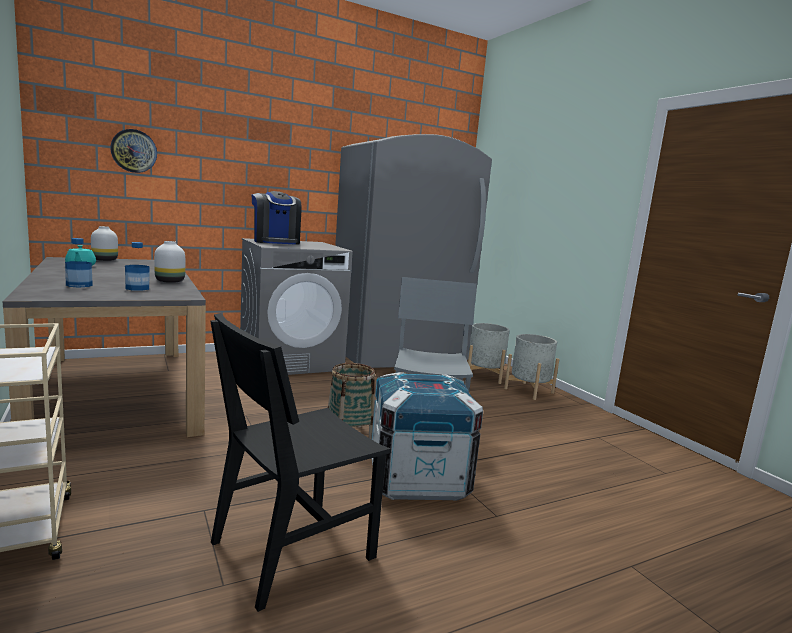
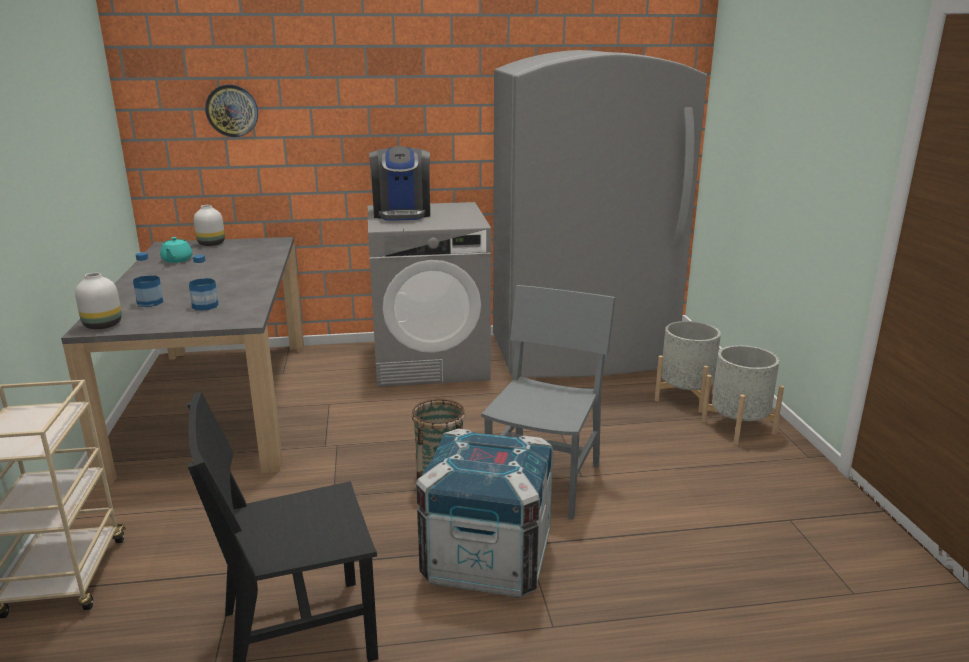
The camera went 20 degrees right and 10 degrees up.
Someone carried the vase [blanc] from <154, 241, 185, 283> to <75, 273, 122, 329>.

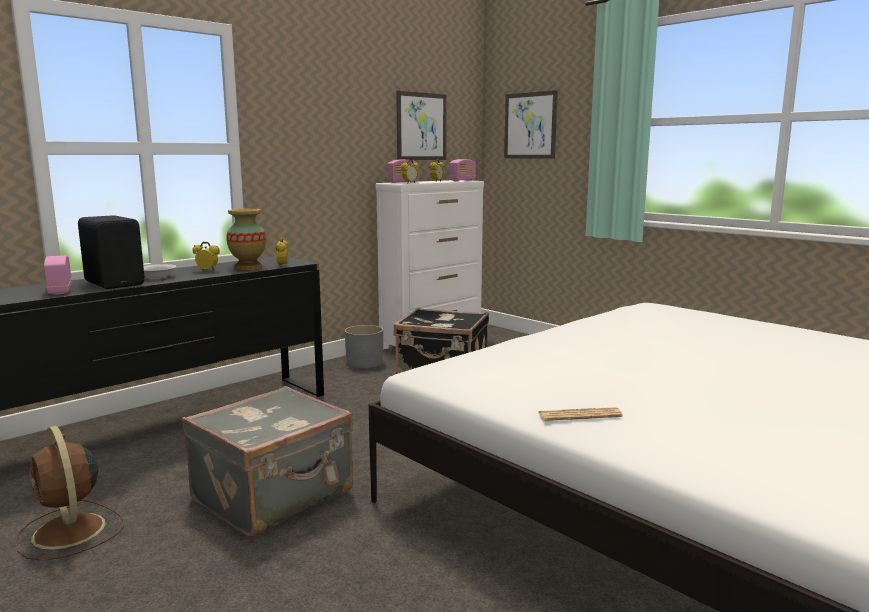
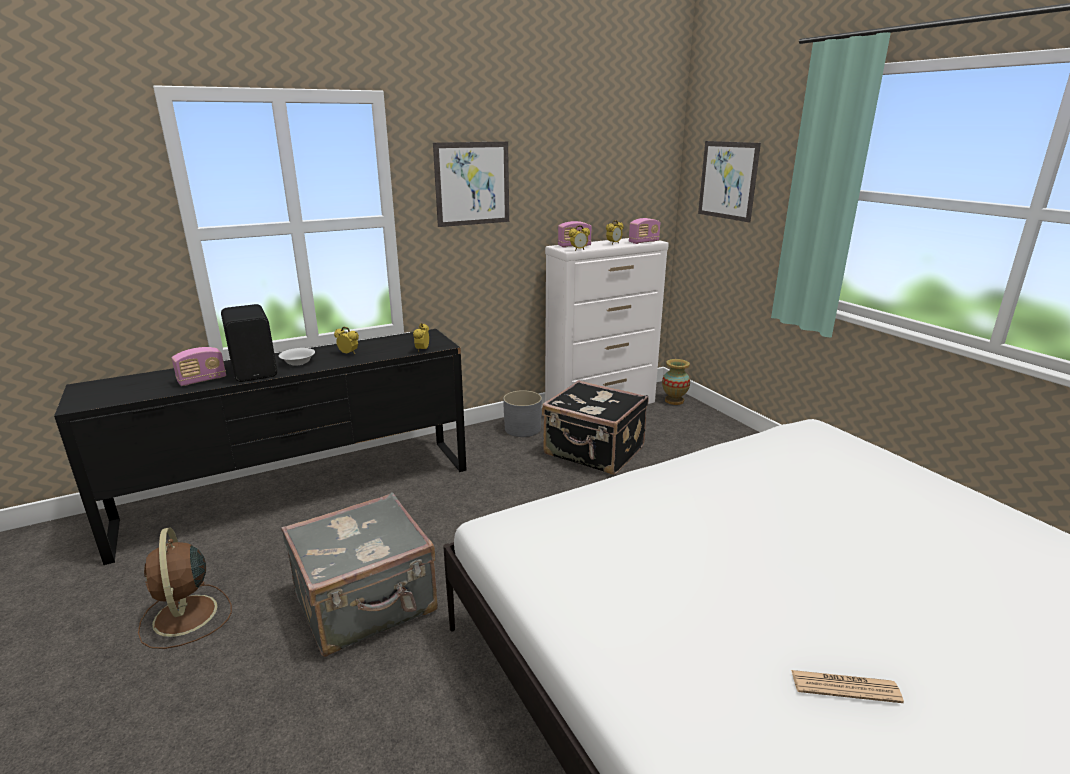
The camera went 15 degrees right and 10 degrees up.
Someone rotated the radio at <44, 255, 72, 295> by 120 degrees counterclockwise.
Someone carried the vase from <226, 209, 266, 270> to <662, 359, 690, 405>.
Someone carried the tableau from <396, 91, 446, 160> to <433, 142, 509, 227>.
Someone carried the journal from <538, 407, 623, 421> to <791, 670, 904, 703>.

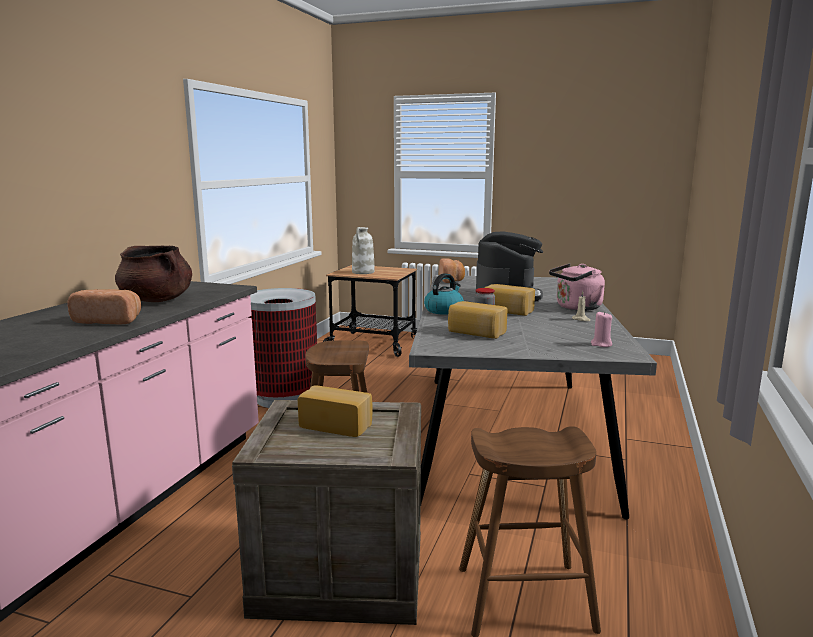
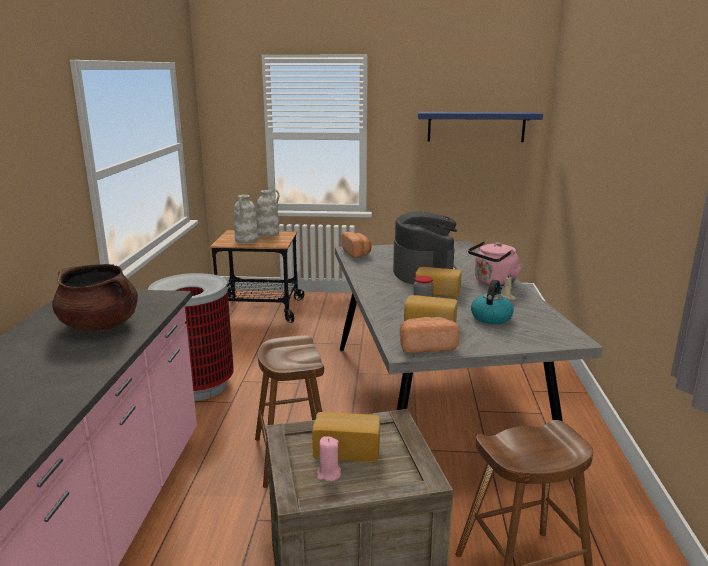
The camera went 15 degrees left and 5 degrees up.
Someone carried the pain from <67, 289, 141, 325> to <400, 317, 460, 353>.
Someone carried the bouilloire from <424, 273, 464, 315> to <471, 280, 514, 324>.
Someone carried the bougie [rose] from <591, 311, 612, 347> to <317, 436, 341, 481>.
Someone put down the vase [blanc] at <257, 189, 279, 237>.
Someone put up the étagère [bleu] at <418, 112, 543, 142>.

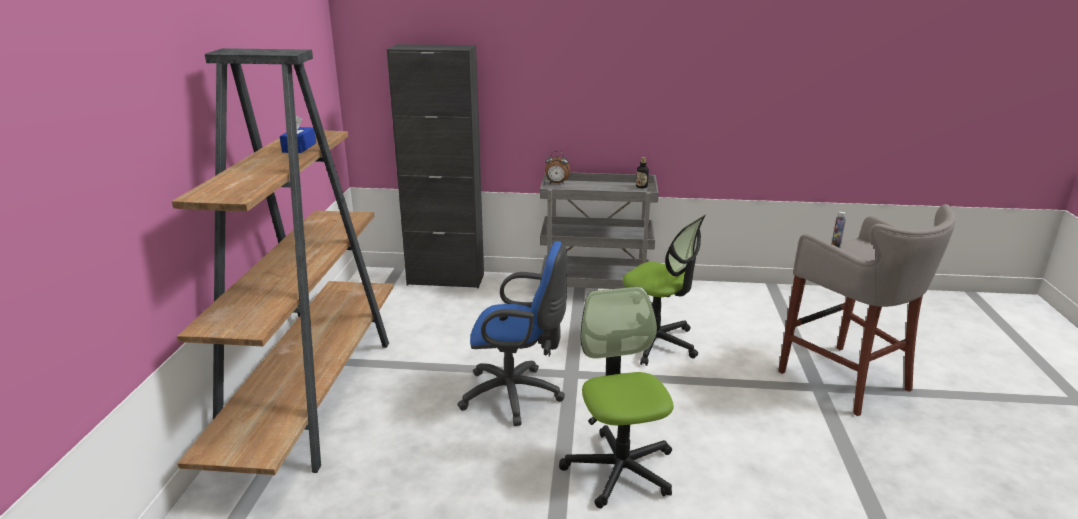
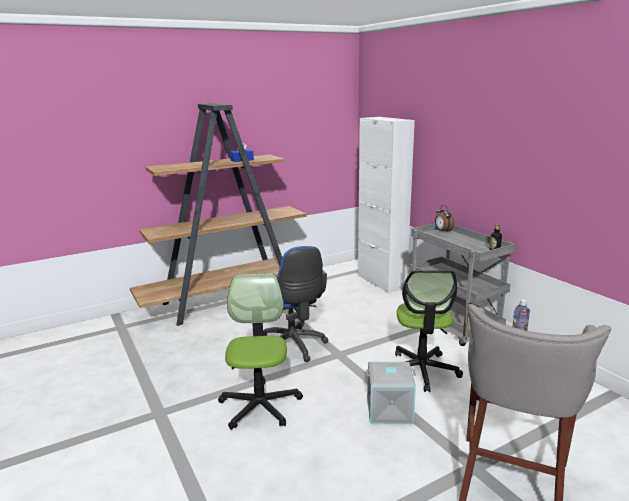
The camera went 55 degrees right and 5 degrees down.
Someone repainted the meuble de rangement [noir] at <387, 44, 484, 289>, which became the meuble de rangement [blanc] at <358, 117, 415, 293>.
Someone rotated the chaise de bureau at <559, 287, 674, 508> by 45 degrees counterclockwise.
Someone put down the boîte de rangement [gris] at <366, 362, 416, 424>.

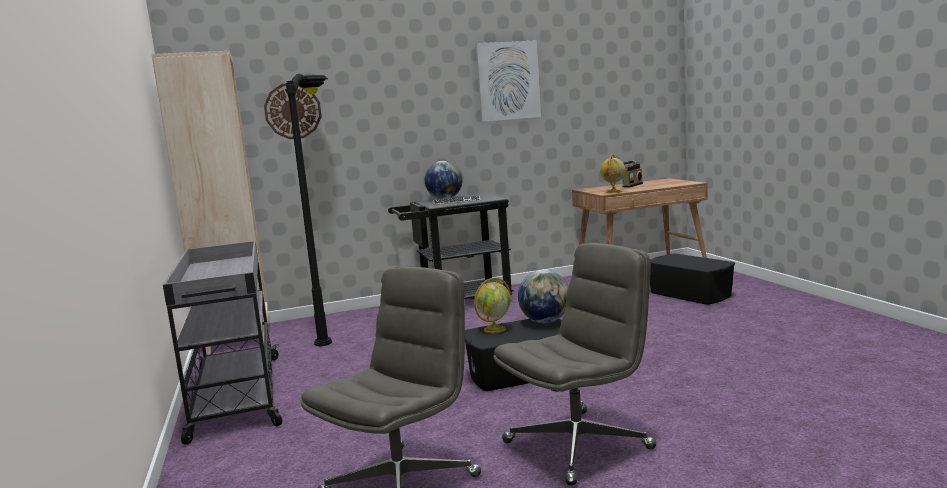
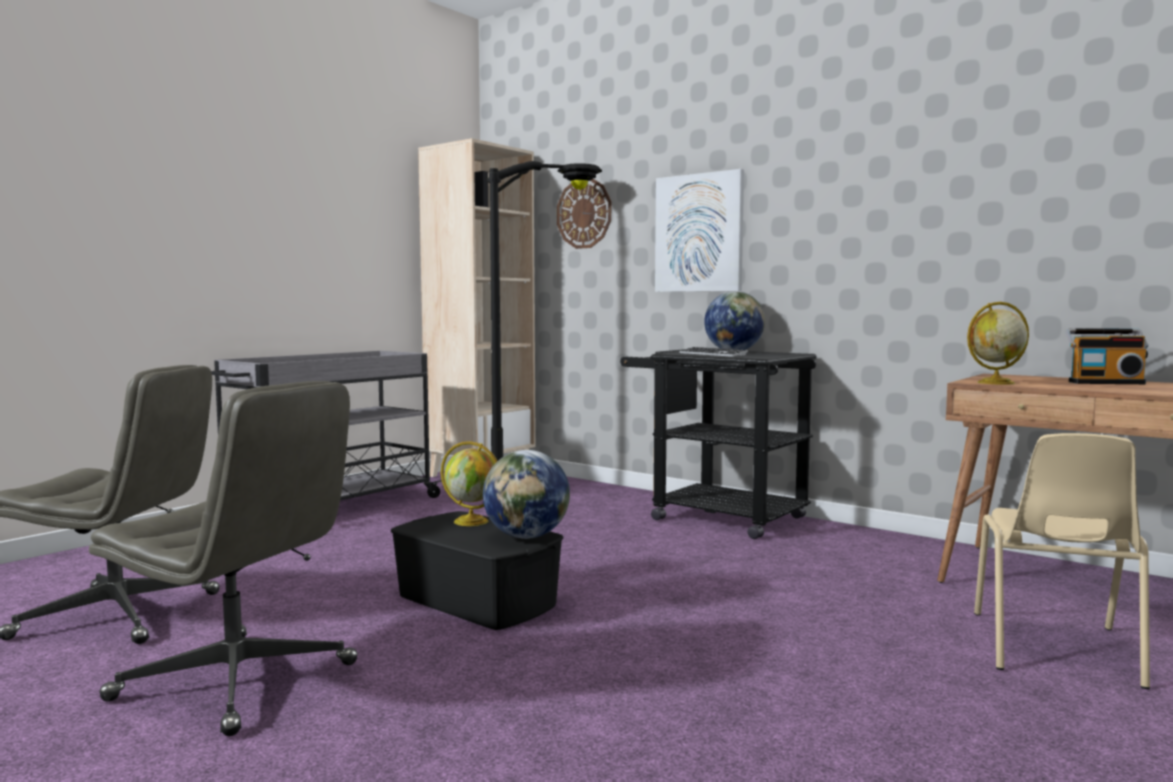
The camera went 55 degrees right and 5 degrees down.
Someone carried the tableau from <476, 40, 541, 122> to <655, 169, 744, 292>.
Someone swapped the boîte de rangement [noir] at <650, 254, 735, 305> for the chaise [beige] at <974, 433, 1150, 689>.

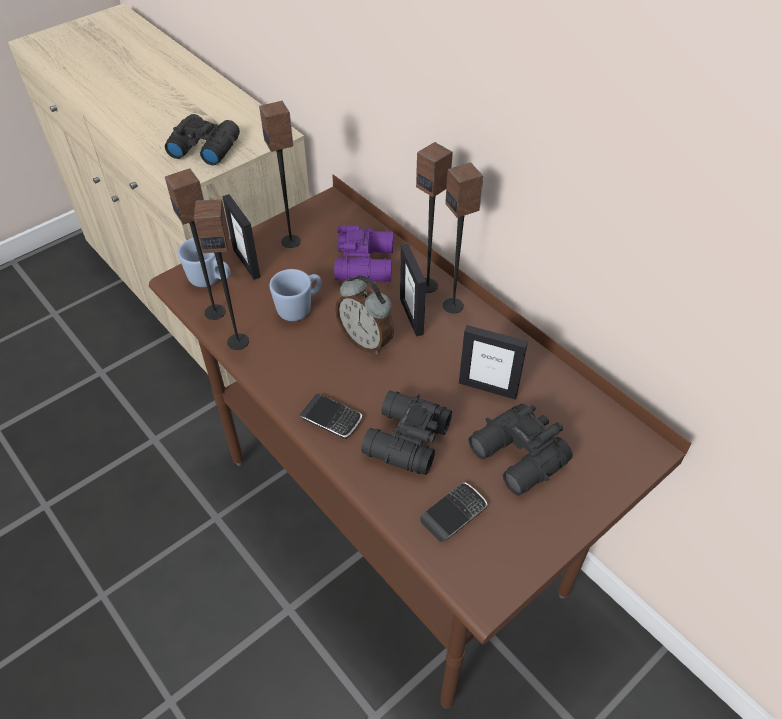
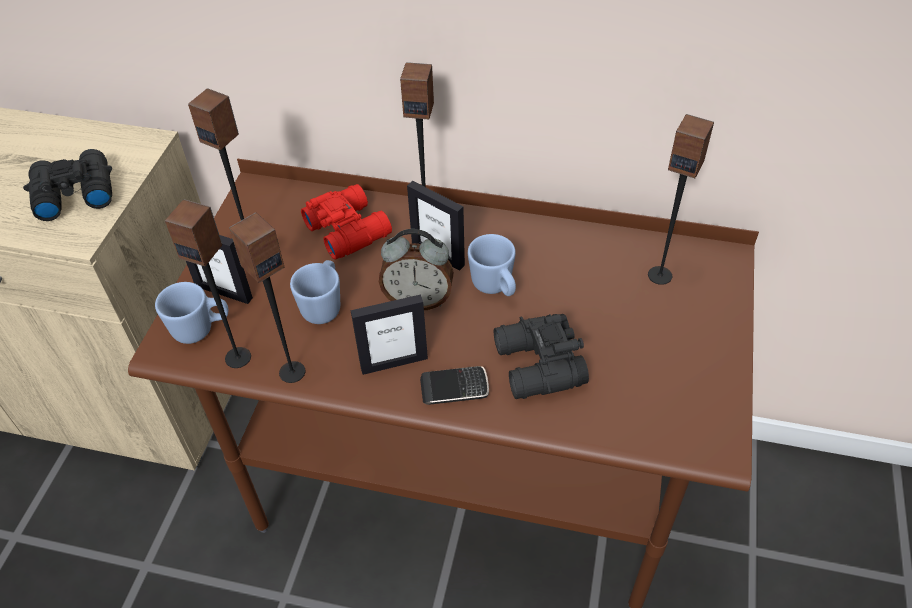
The camera went 35 degrees left and 0 degrees up.
Someone repainted the jumelles [violet] at <334, 225, 394, 283>, which became the jumelles [rouge] at <301, 184, 392, 260>.
Someone took away the téléphone at <420, 482, 488, 542>.
Someone carried the enceinte from <443, 163, 483, 313> to <648, 114, 714, 285>.
Someone carried the cadre photo from <459, 325, 528, 400> to <351, 295, 428, 375>.
Someone took away the jumelles [noir] at <468, 404, 573, 496>.
Someone put down the mug [bleu] at <468, 234, 516, 296>.

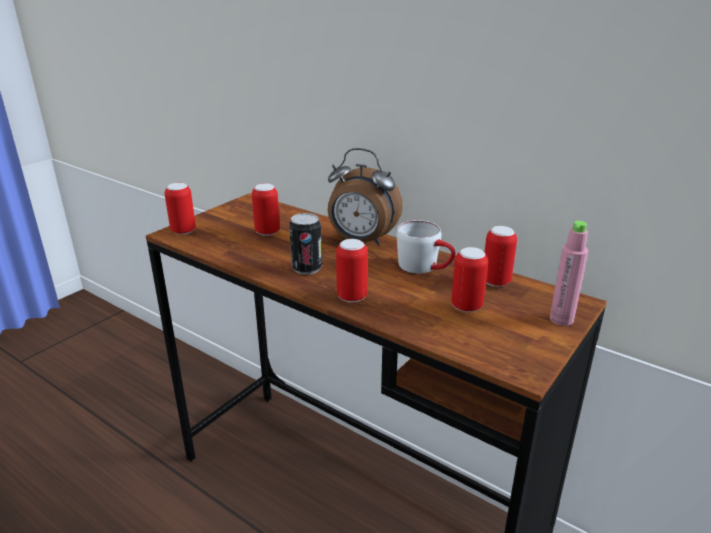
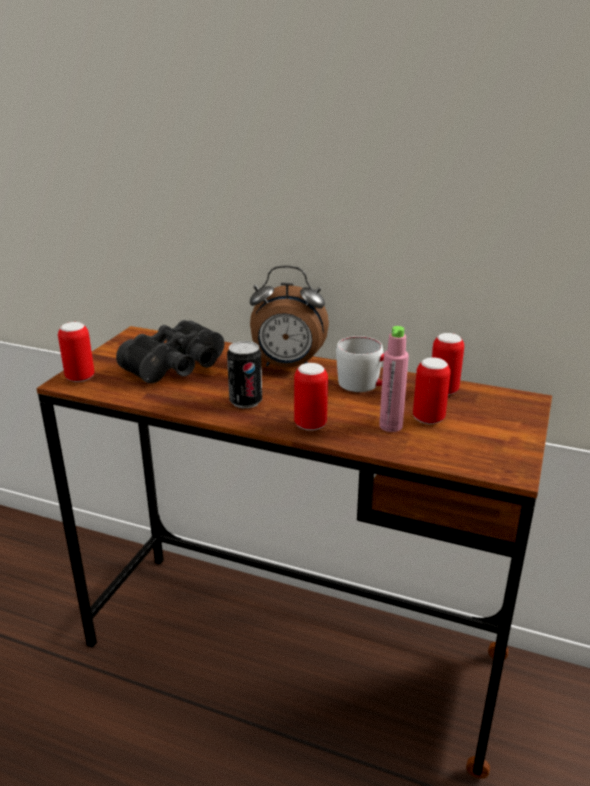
The camera went 15 degrees left and 0 degrees up.
Someone swapped the boîte métallique at <252, 183, 280, 236> for the jumelles [noir] at <116, 320, 224, 383>.
Someone carried the bouteille [rose] from <550, 221, 588, 326> to <379, 326, 409, 432>.

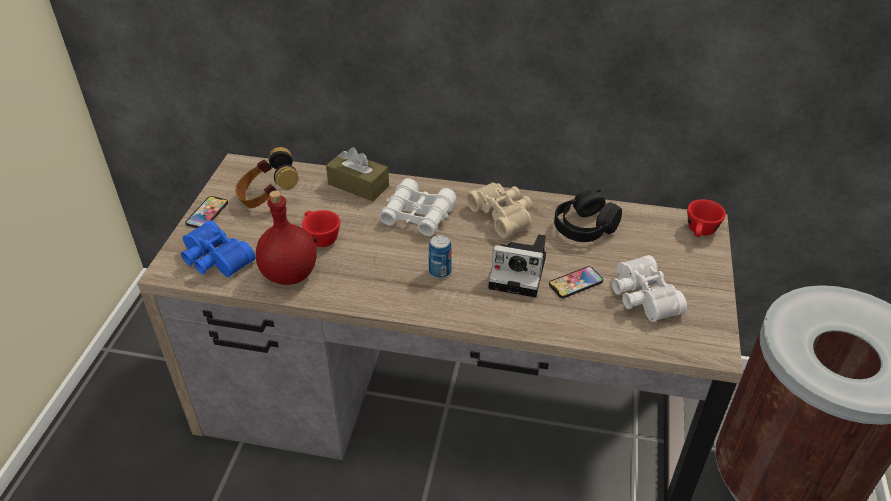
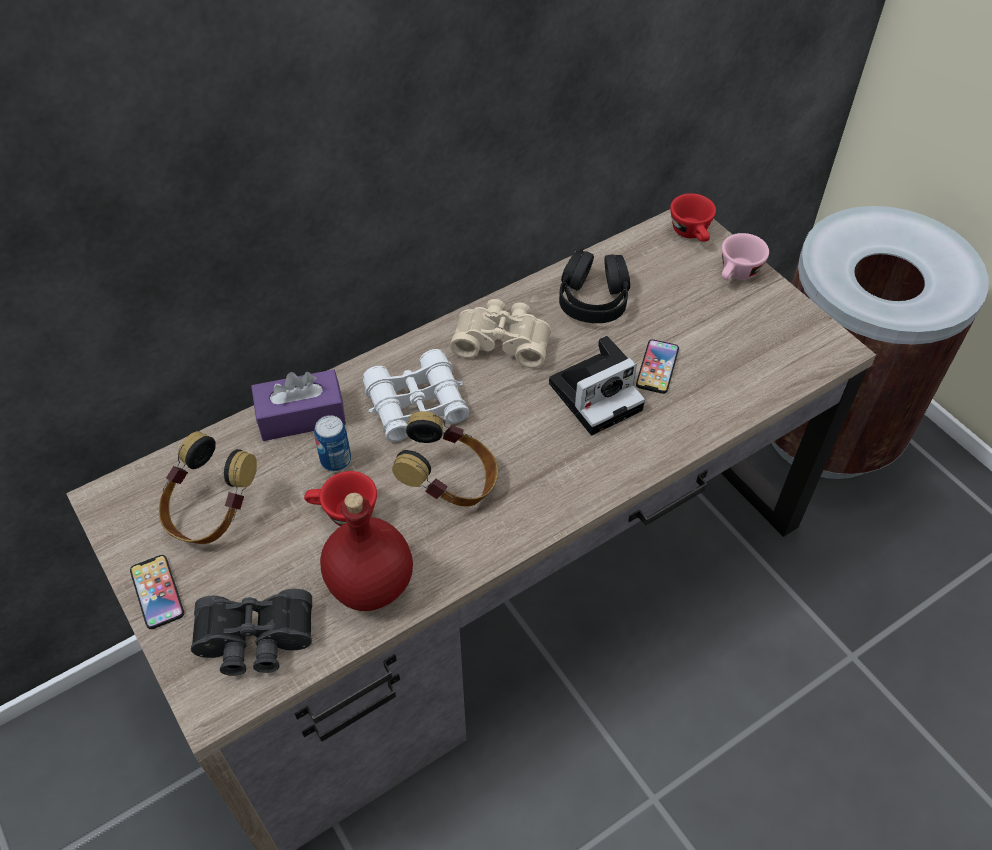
The camera went 45 degrees left and 10 degrees up.
Someone repainted the jumelles [bleu] at <181, 220, 255, 277>, which became the jumelles [noir] at <191, 589, 312, 676>.
Someone repainted the boîte à mouchoirs [marron] at <326, 147, 389, 201>, which became the boîte à mouchoirs [violet] at <251, 369, 346, 441>.
Someone carried the boîte métallique from <428, 235, 452, 278> to <314, 415, 351, 471>.
Someone took away the jumelles [blanc] at <612, 255, 687, 322>.
Someone put down the casque audio at <392, 411, 498, 507>.
Someone put down the tasse [rose] at <722, 233, 769, 280>.

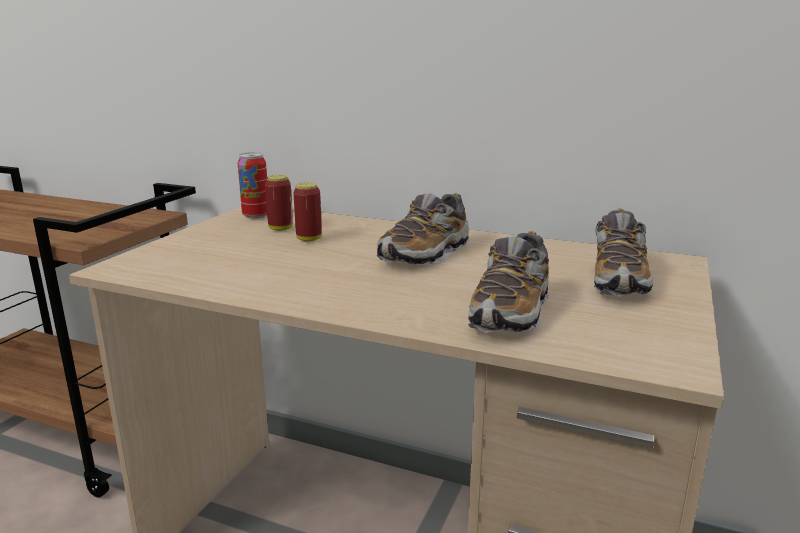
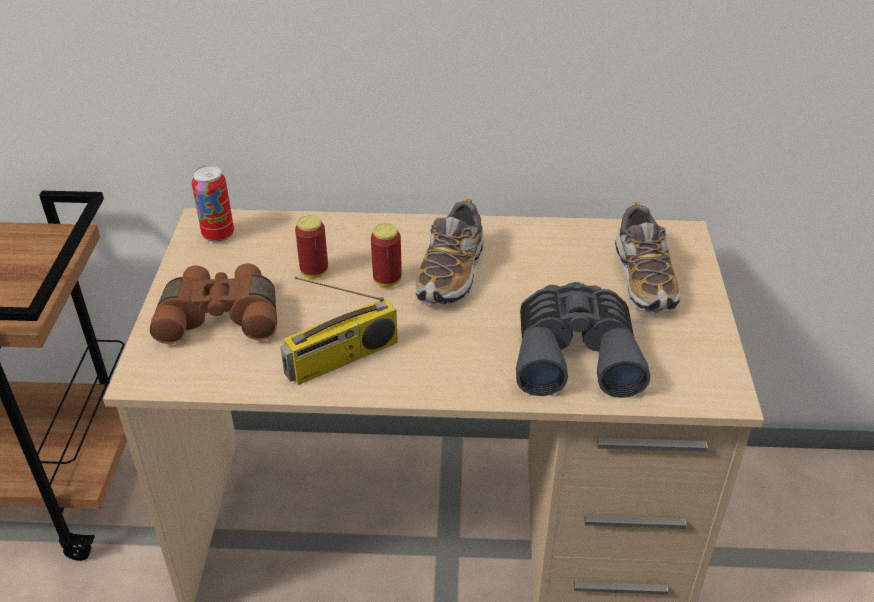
The camera went 20 degrees left and 20 degrees up.
Someone carried the boîte métallique from <265, 175, 293, 231> to <371, 223, 402, 287>.
Someone swapped the chaussure at <468, 231, 549, 333> for the jumelles [gris] at <516, 282, 650, 398>.
Someone put down the jumelles [marron] at <150, 264, 277, 344>.
Someone put down the radio at <280, 277, 398, 385>.

